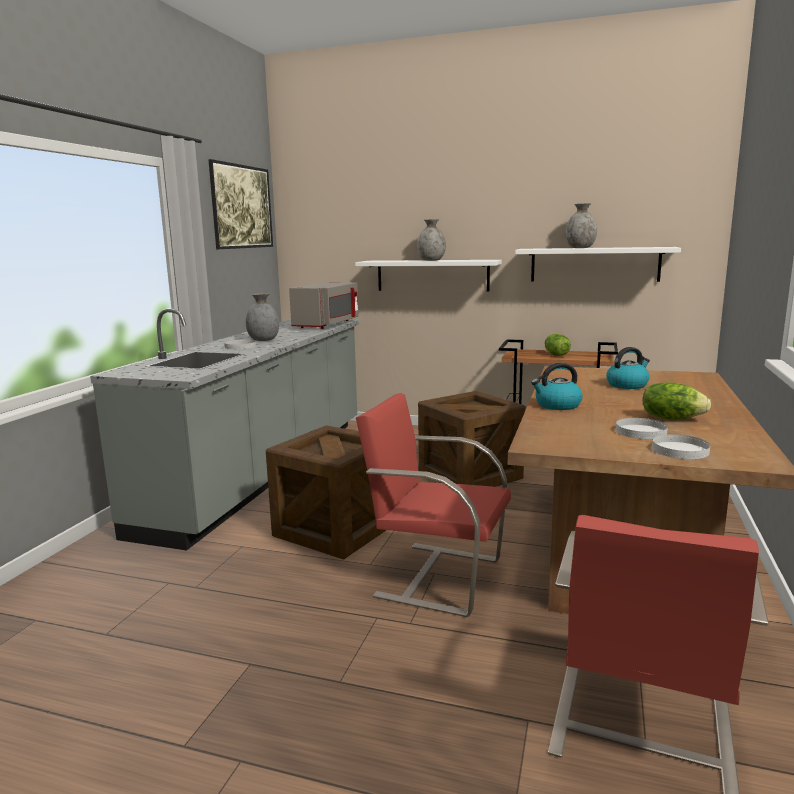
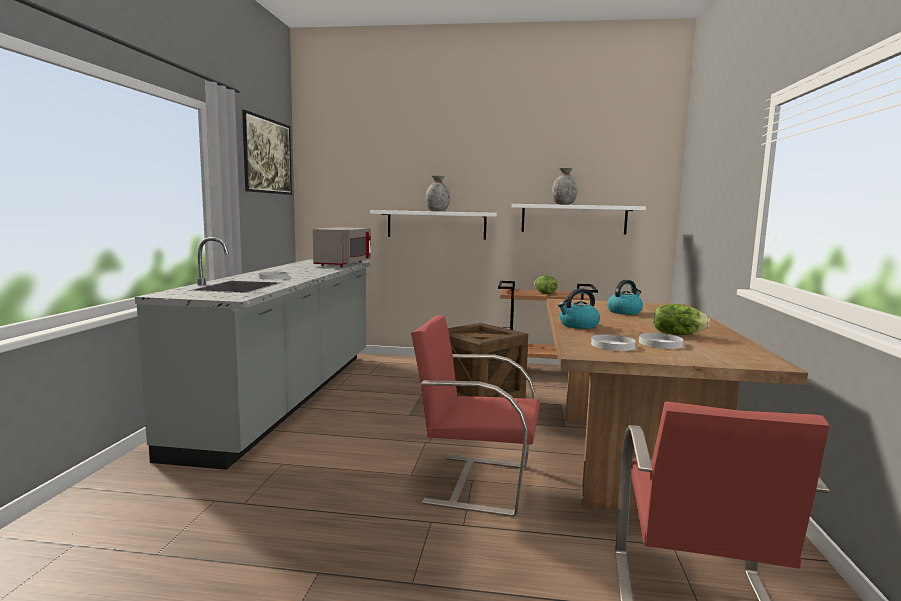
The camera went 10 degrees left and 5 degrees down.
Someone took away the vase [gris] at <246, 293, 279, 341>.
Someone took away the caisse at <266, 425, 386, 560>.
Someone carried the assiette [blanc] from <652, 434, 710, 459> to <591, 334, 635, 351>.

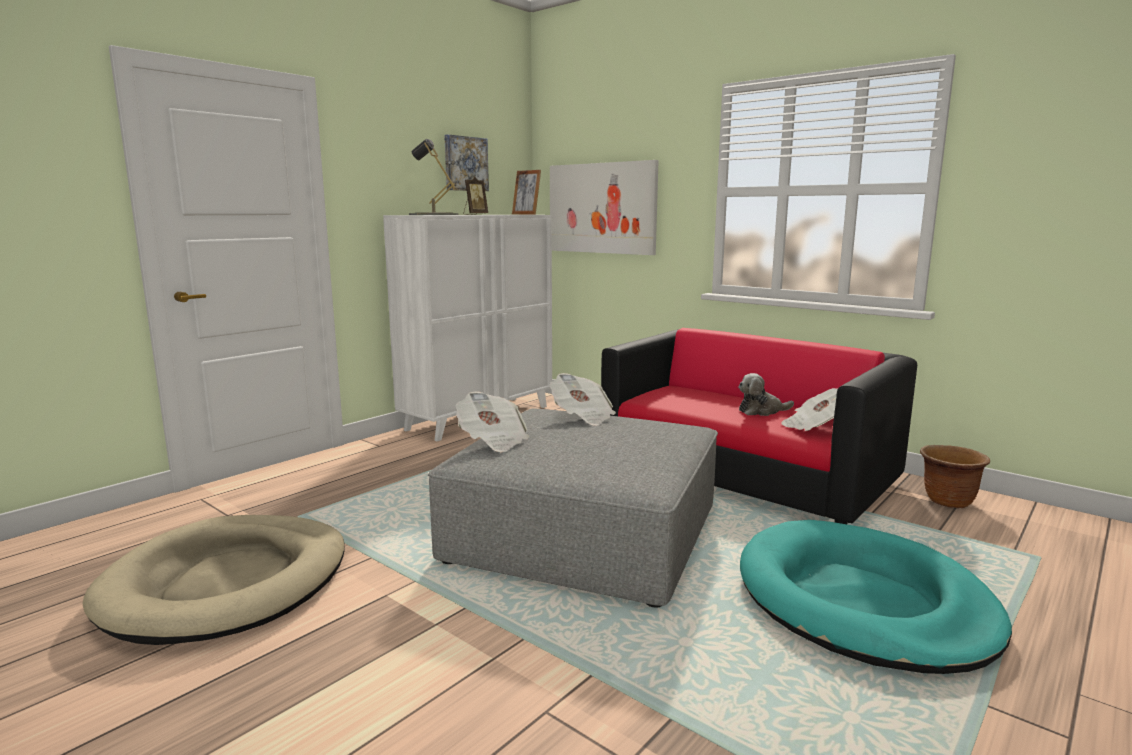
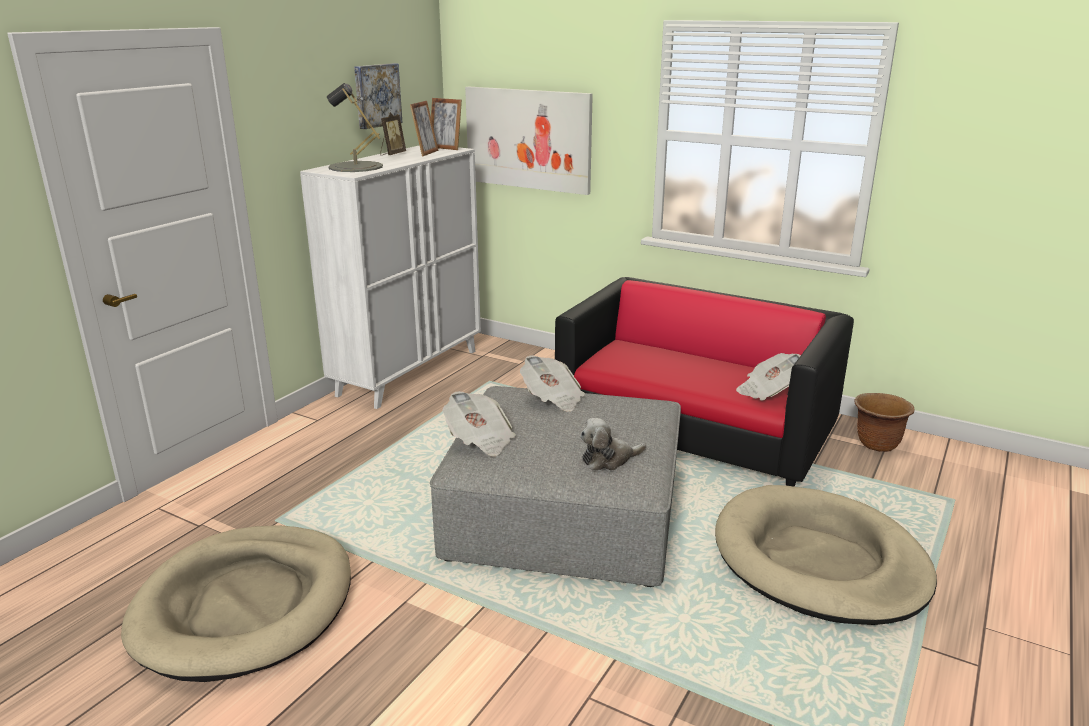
The camera went 10 degrees left and 10 degrees up.
Someone carried the peluche from <738, 373, 794, 416> to <580, 418, 646, 470>.
Someone repainted the panier pour chien [turquoise] at <740, 520, 1012, 674>, which became the panier pour chien [beige] at <715, 485, 937, 625>.
Someone put down the cadre photo at <410, 101, 439, 156>.

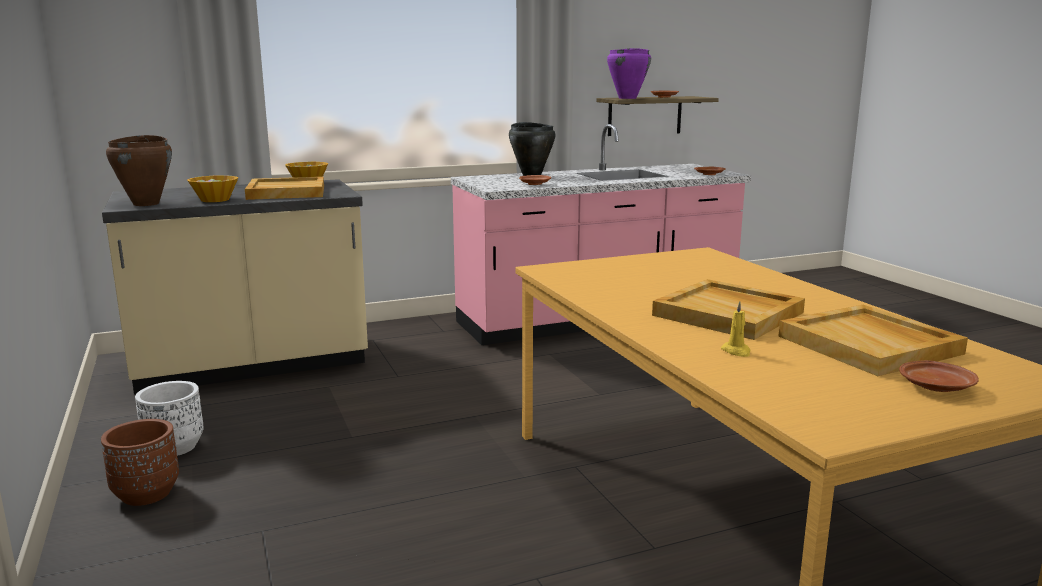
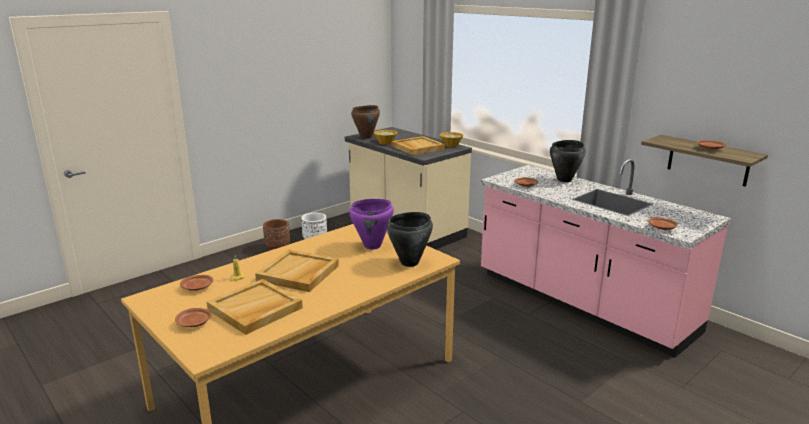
The camera went 70 degrees right and 5 degrees up.
Someone carried the marmite [violet] from <607, 48, 651, 99> to <349, 199, 394, 249>.
Someone put down the assiette [marron] at <180, 275, 213, 291>.
Someone put down the marmite [noir] at <387, 212, 433, 267>.

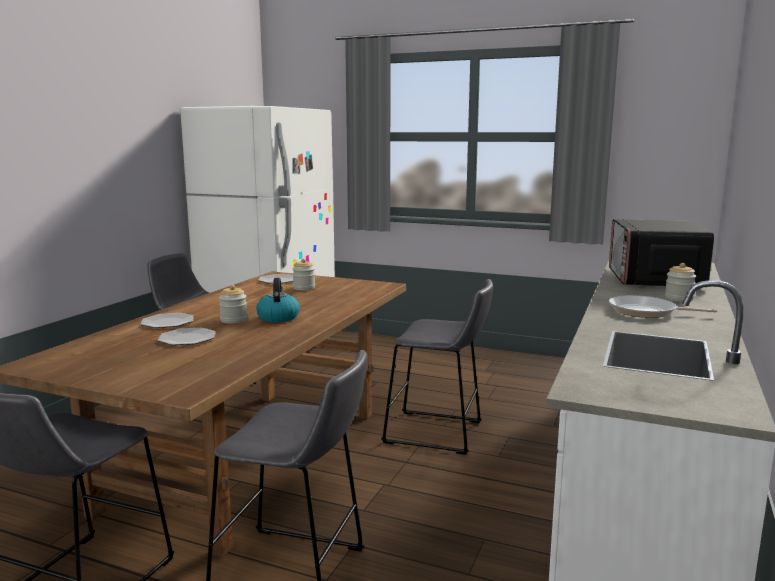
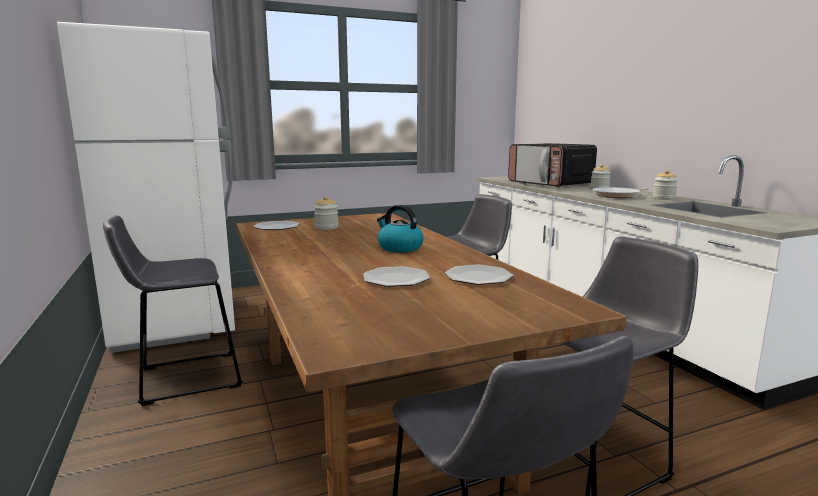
The camera went 45 degrees left and 0 degrees up.
Someone carried the assiette from <141, 313, 194, 328> to <445, 265, 513, 285>.
Someone carried the bocal from <219, 285, 248, 324> to <653, 170, 678, 200>.

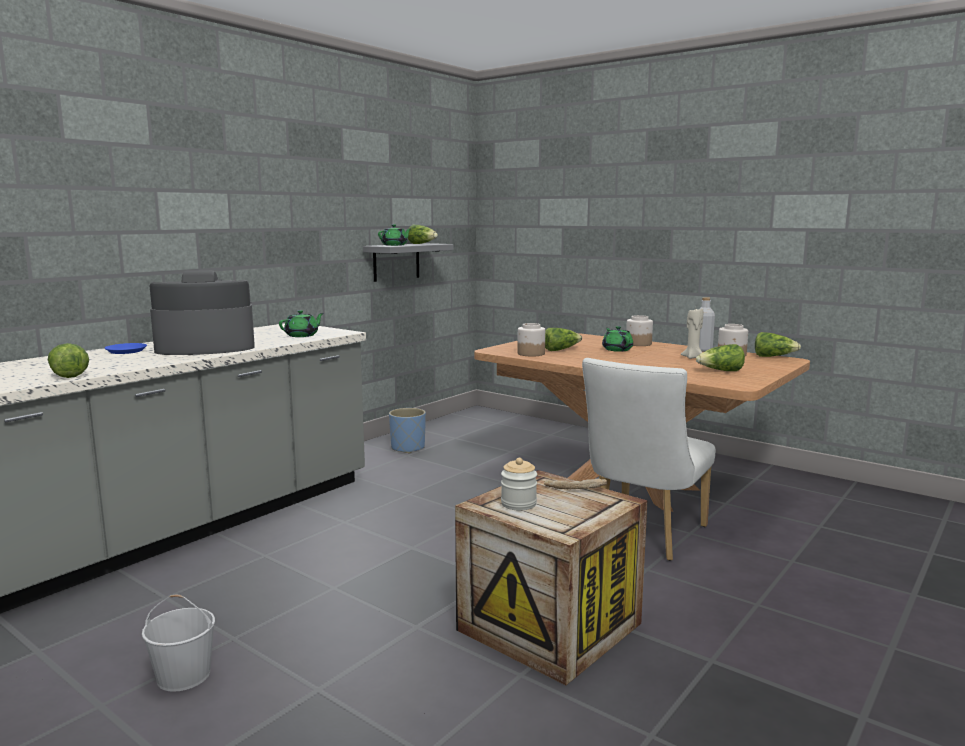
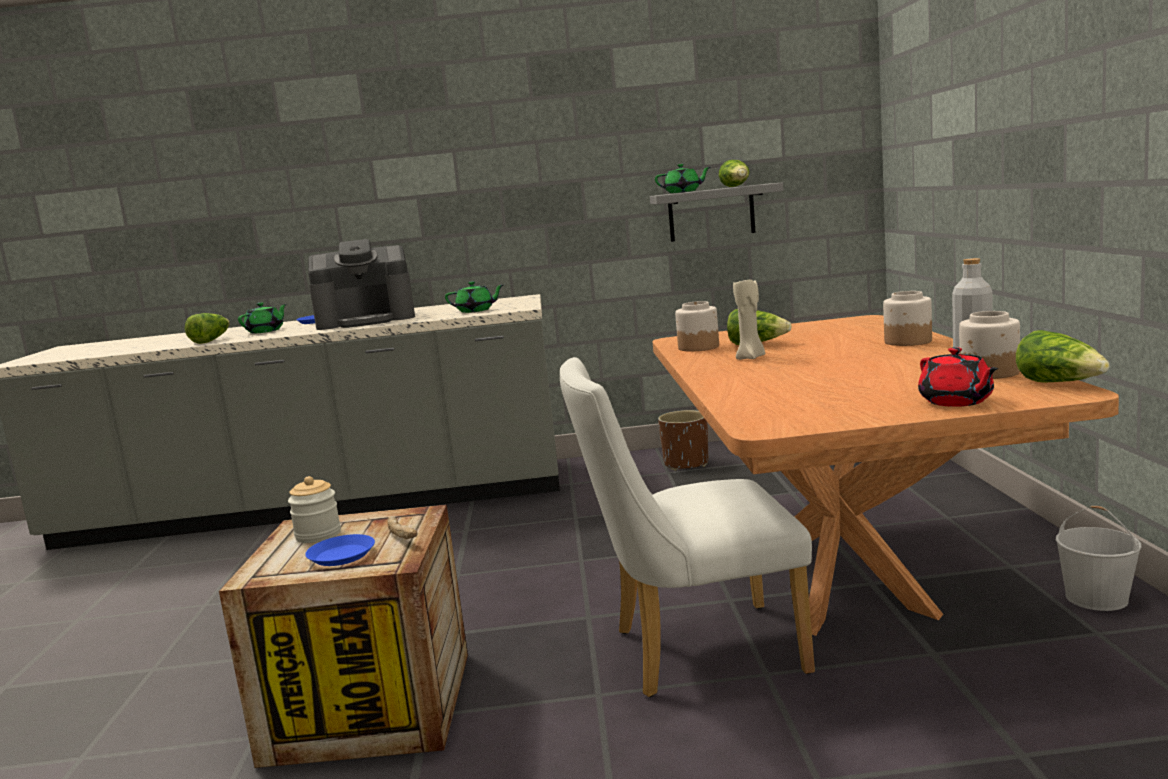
The camera went 50 degrees right and 0 degrees up.
Someone carried the seau [blanc] from <142, 594, 215, 692> to <1056, 506, 1142, 611>.
Someone rotated the machine à café at <150, 270, 255, 355> by 135 degrees clockwise.
Someone repainted the cache-pot [bleu] at <389, 408, 426, 453>, which became the cache-pot [marron] at <658, 410, 708, 471>.
Someone carried the théière [vert] from <602, 326, 633, 352> to <238, 302, 286, 333>.
Someone carried the bougie [beige] from <681, 308, 703, 359> to <733, 279, 765, 360>.
Someone took away the laitue at <696, 344, 745, 371>.
Someone put down the assiette [bleu] at <305, 534, 375, 566>.
Someone put down the théière [rouge] at <918, 347, 999, 407>.

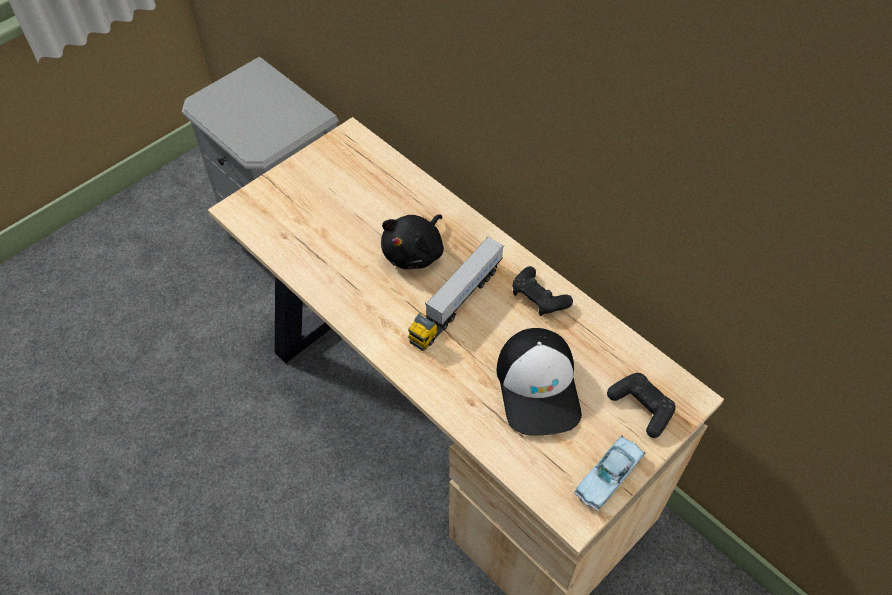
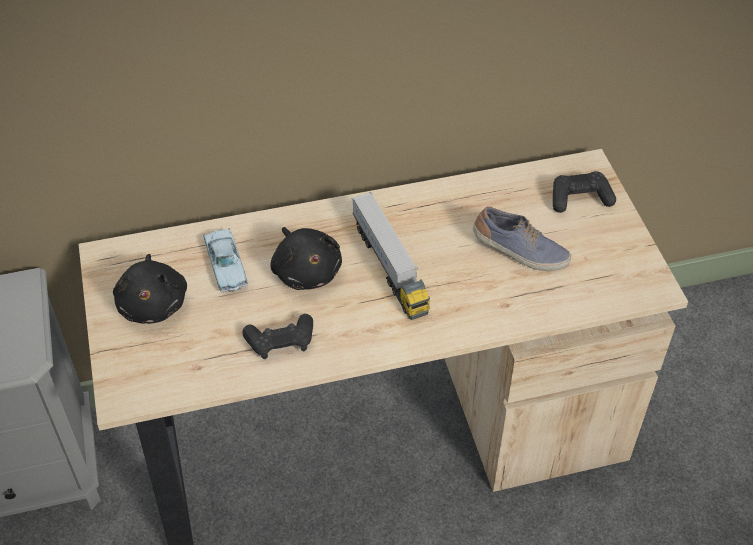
The camera went 60 degrees left and 5 degrees down.
Someone swapped the casquette at <497, 328, 582, 436> for the chaussure at <473, 207, 571, 271>.
Someone carried the manette [noir] from <512, 266, 573, 316> to <242, 314, 313, 359>.
Someone carried the petite voiture [bleu] from <574, 435, 646, 511> to <203, 228, 248, 293>.
Someone put down the peluche [noir] at <113, 254, 187, 324>.

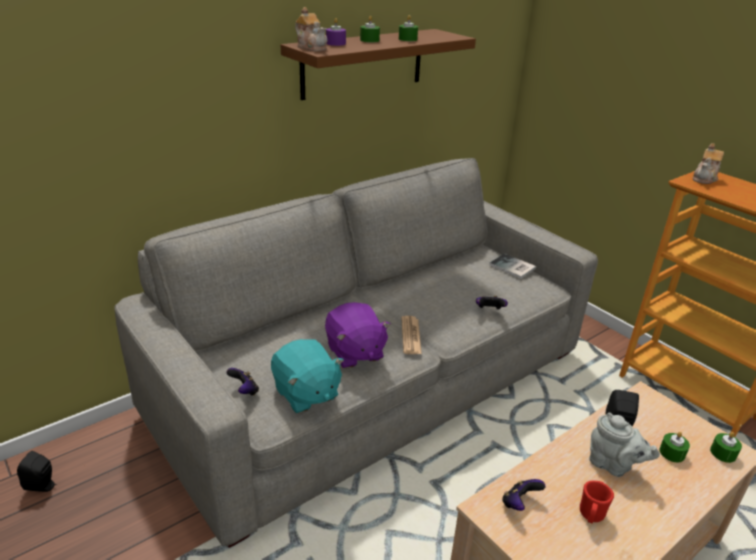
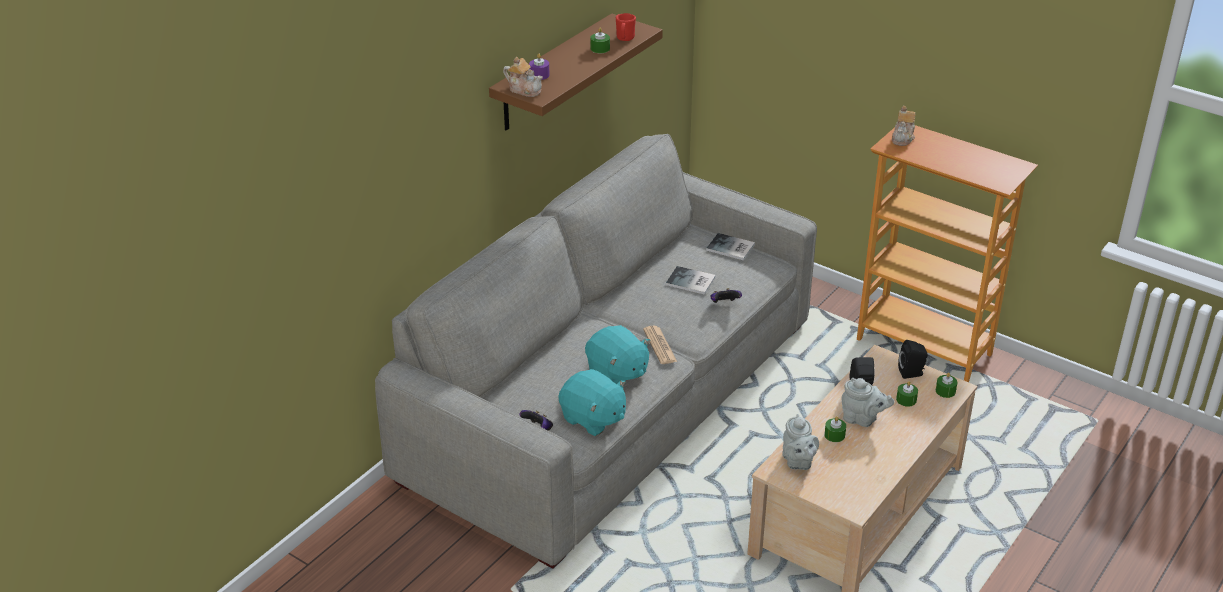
The camera went 15 degrees left and 5 degrees up.
Someone carried the enceinte [noir] from <17, 451, 57, 492> to <898, 340, 928, 379>.
Someone repainted the peluche [violet] at <325, 302, 391, 369>, which became the peluche [turquoise] at <585, 325, 651, 384>.
Someone carried the bougie [vert] from <360, 16, 380, 43> to <824, 416, 846, 442>.
Someone swapped the manette at <502, 479, 545, 511> for the théière [gris] at <782, 414, 819, 470>.
Someone carried the mug [rouge] from <580, 481, 614, 523> to <616, 13, 636, 41>.
Someone put down the livre at <666, 266, 716, 295>.

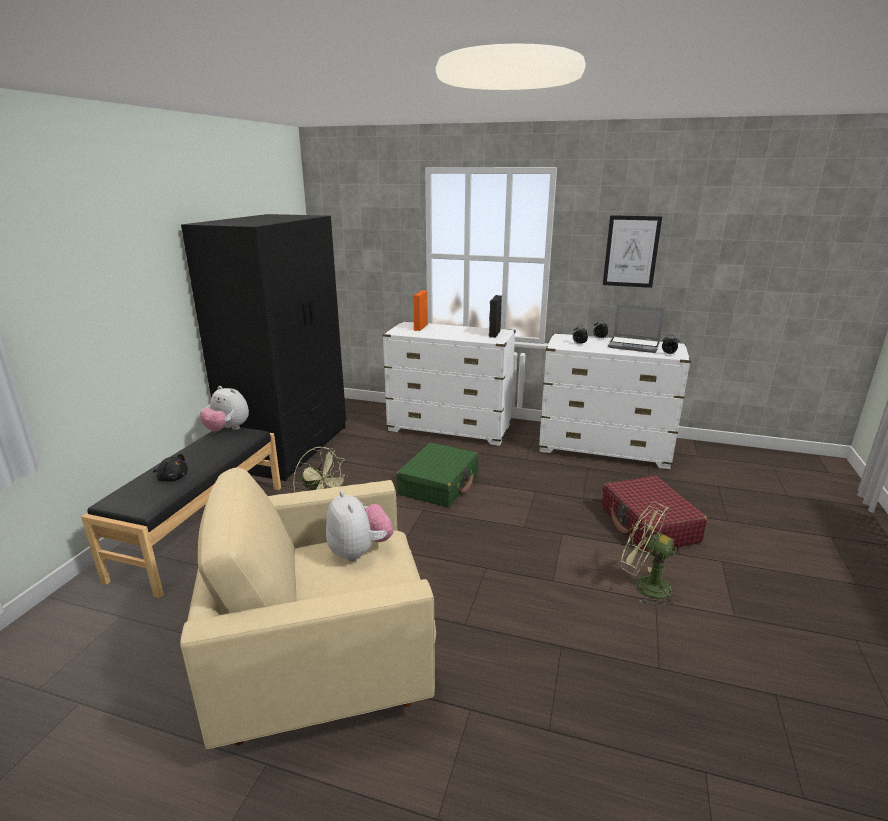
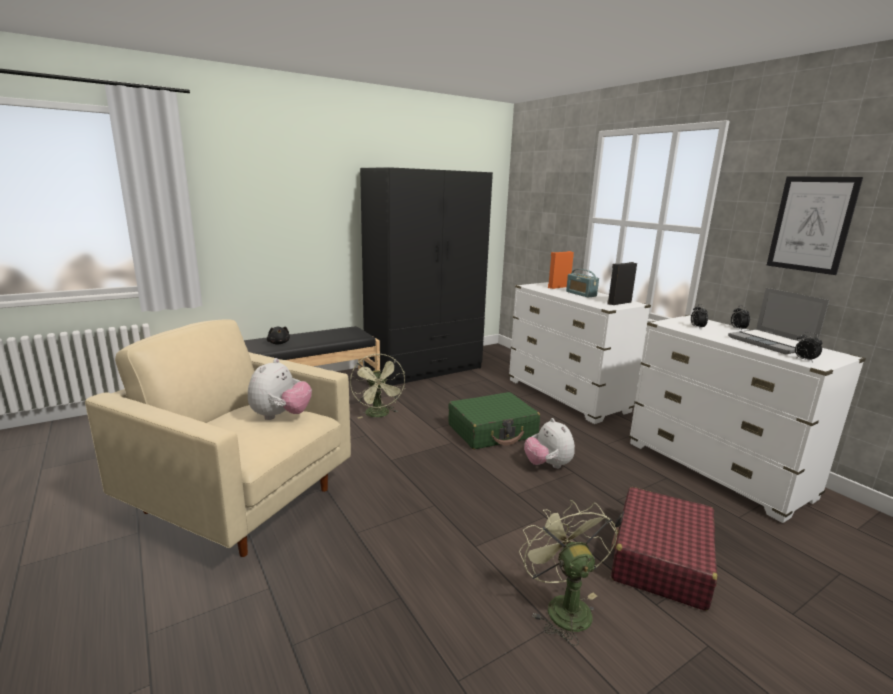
The camera went 40 degrees right and 5 degrees down.
Someone carried the peluche from <200, 386, 249, 432> to <524, 418, 575, 469>.
Someone put down the radio at <566, 269, 599, 298>.

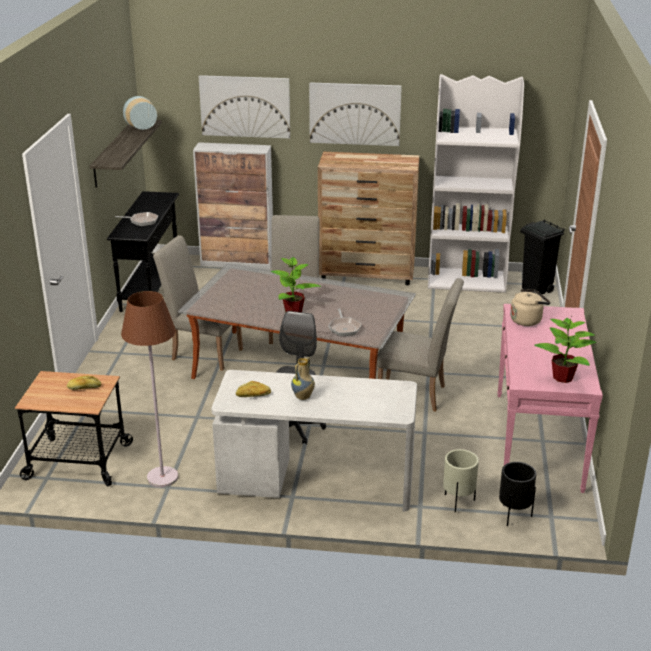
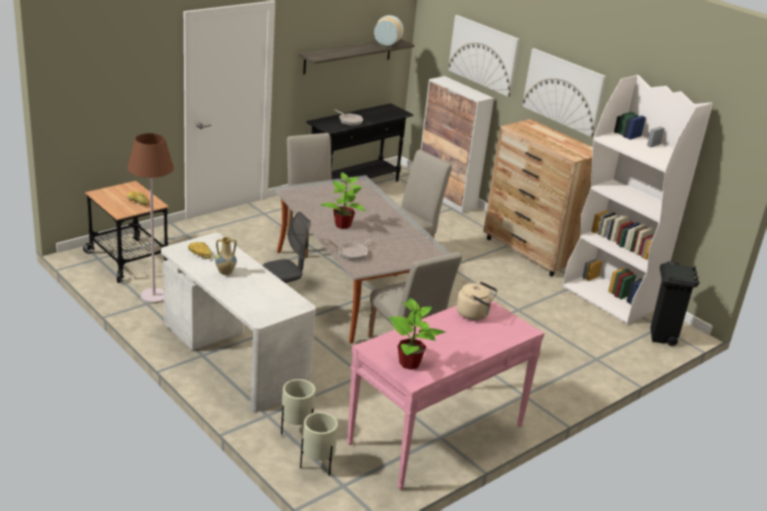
The camera went 40 degrees right and 0 degrees up.
Someone repainted the cache-pot [noir] at <499, 462, 536, 526>, which became the cache-pot [beige] at <300, 412, 338, 476>.

